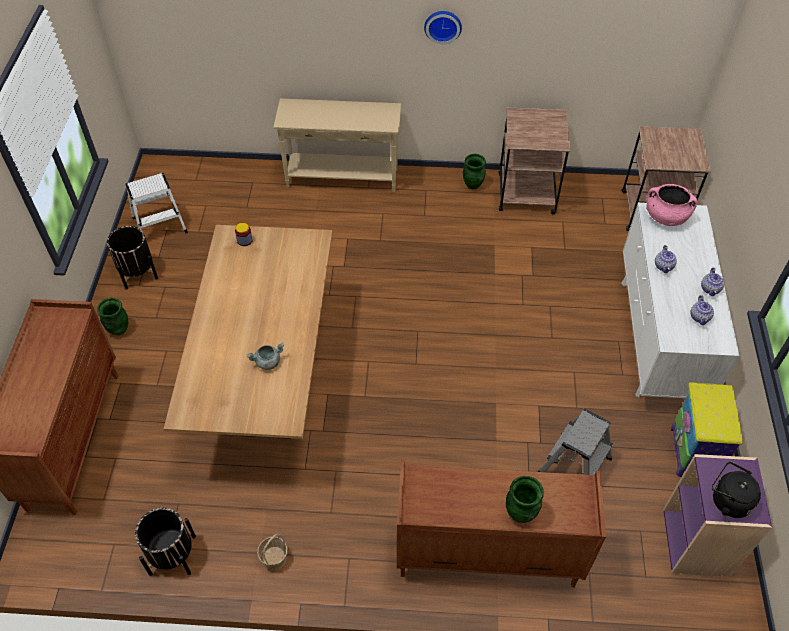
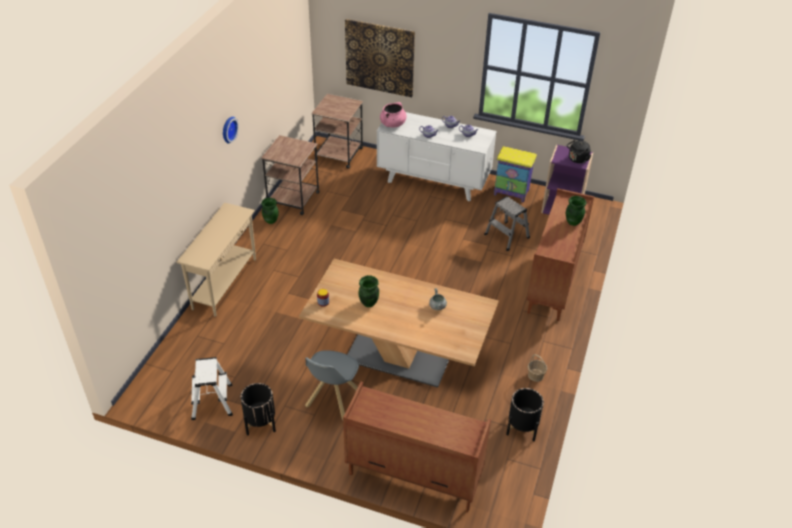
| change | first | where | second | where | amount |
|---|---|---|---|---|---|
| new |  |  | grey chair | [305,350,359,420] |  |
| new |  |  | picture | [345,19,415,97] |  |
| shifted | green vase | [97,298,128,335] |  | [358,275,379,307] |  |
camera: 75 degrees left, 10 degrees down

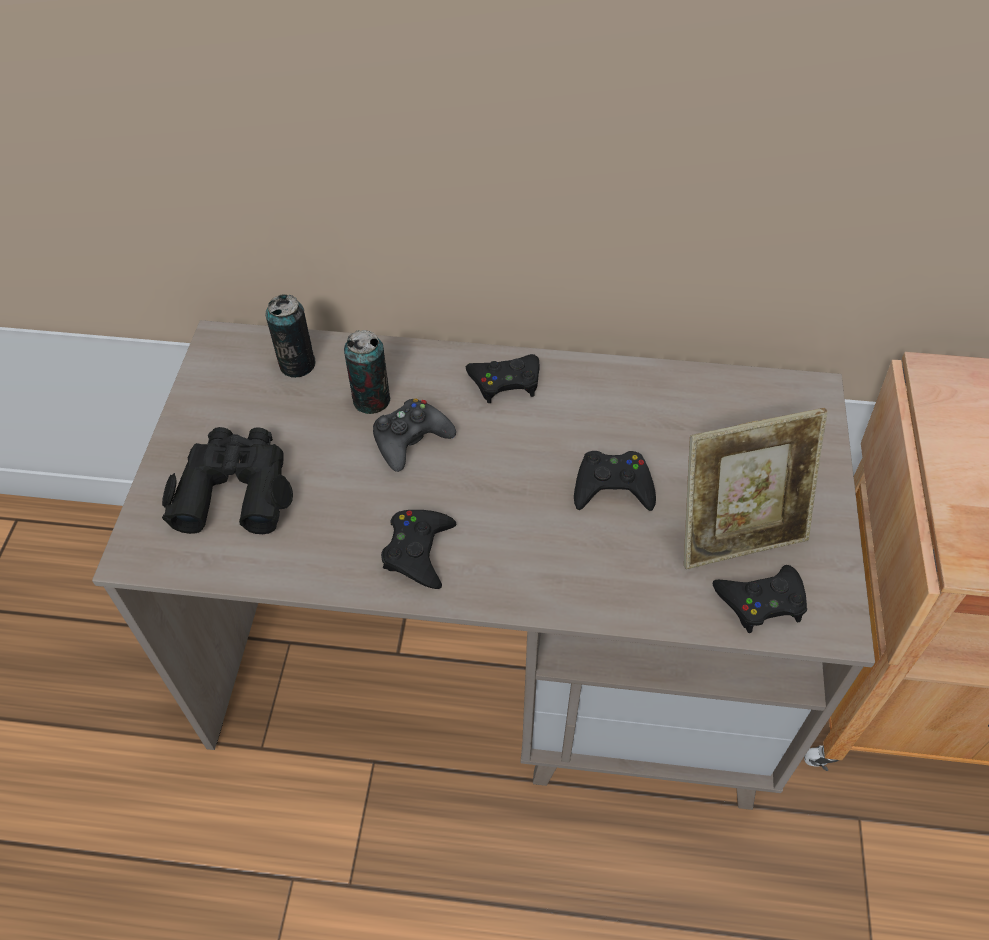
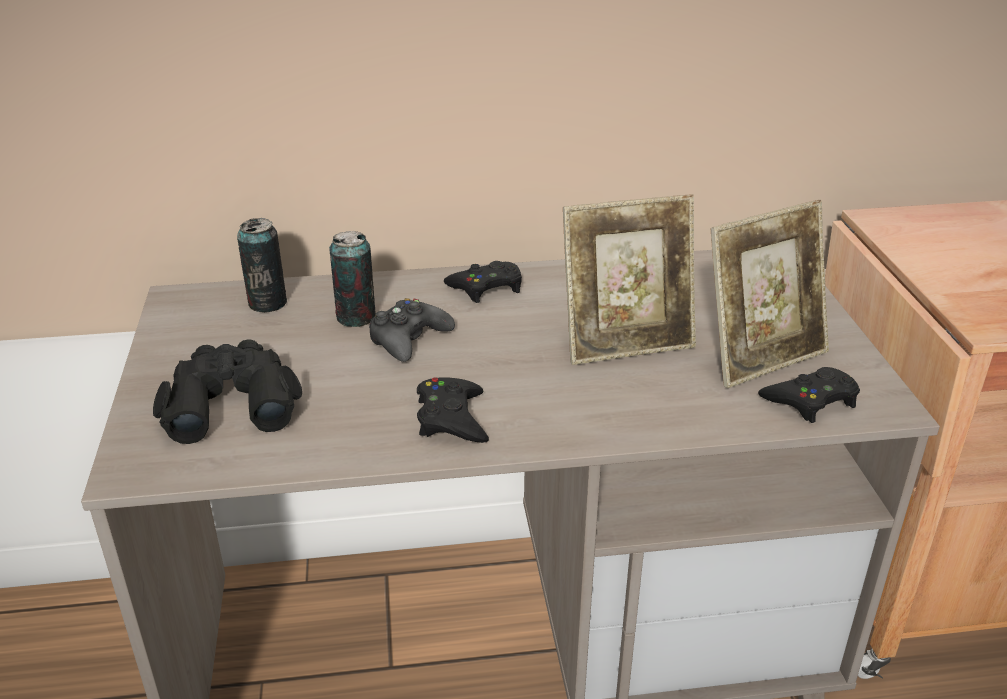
| change | first | where | second | where | amount |
|---|---|---|---|---|---|
| swapped | black game controller | [574,451,656,511] | picture frame | [563,194,696,365] |  |
camera: 15 degrees left, 20 degrees down

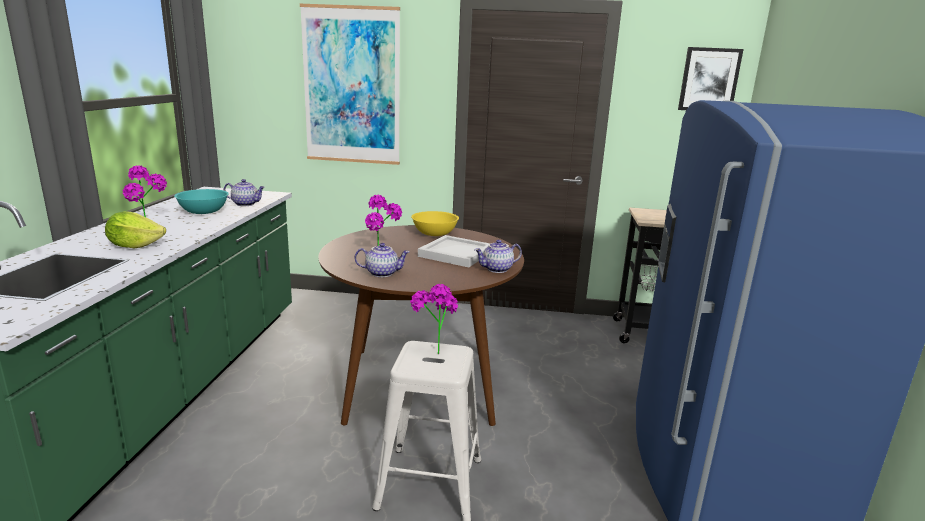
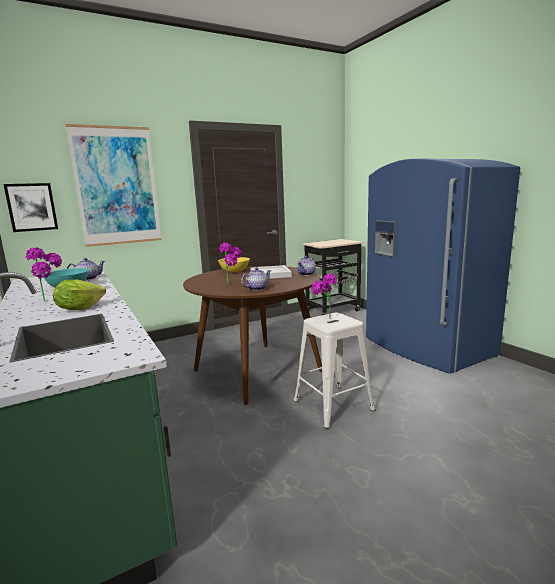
| change | first | where | second | where | amount |
|---|---|---|---|---|---|
| shifted | picture | [678,47,744,110] |  | [3,183,58,232] |  |
camera: 35 degrees left, 5 degrees down

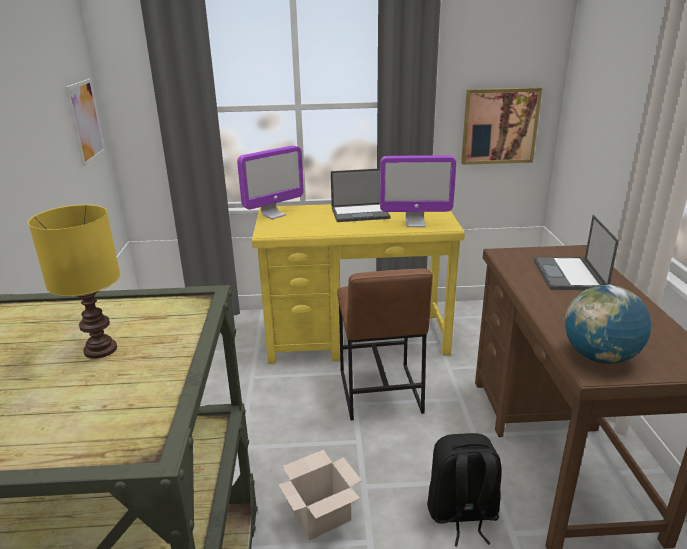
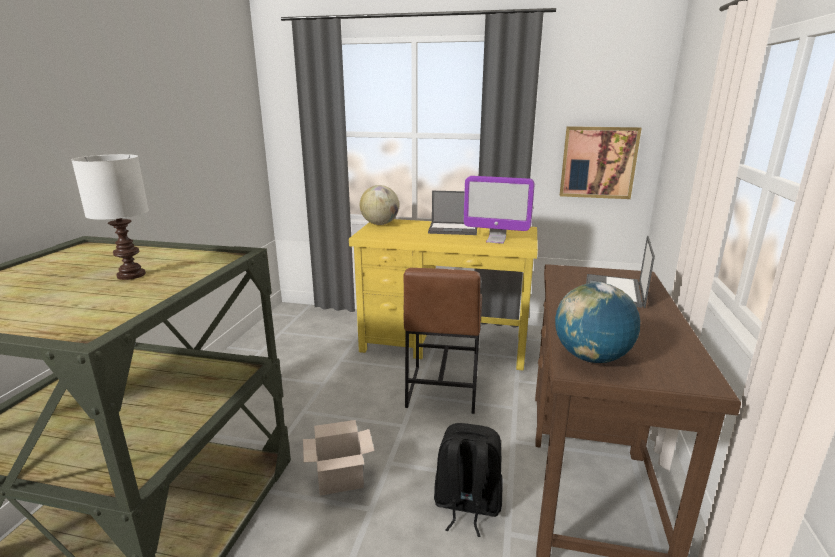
| change | first | where | second | where | amount |
|---|---|---|---|---|---|
| repainted | yellow table lamp | [28,205,120,359] | white table lamp | [71,154,149,280] |  |
| swapped | monitor | [237,145,304,219] | globe | [360,185,399,225] |  |
| gone | picture | [65,79,105,167] |  |  |  |
camera: 15 degrees right, 5 degrees down

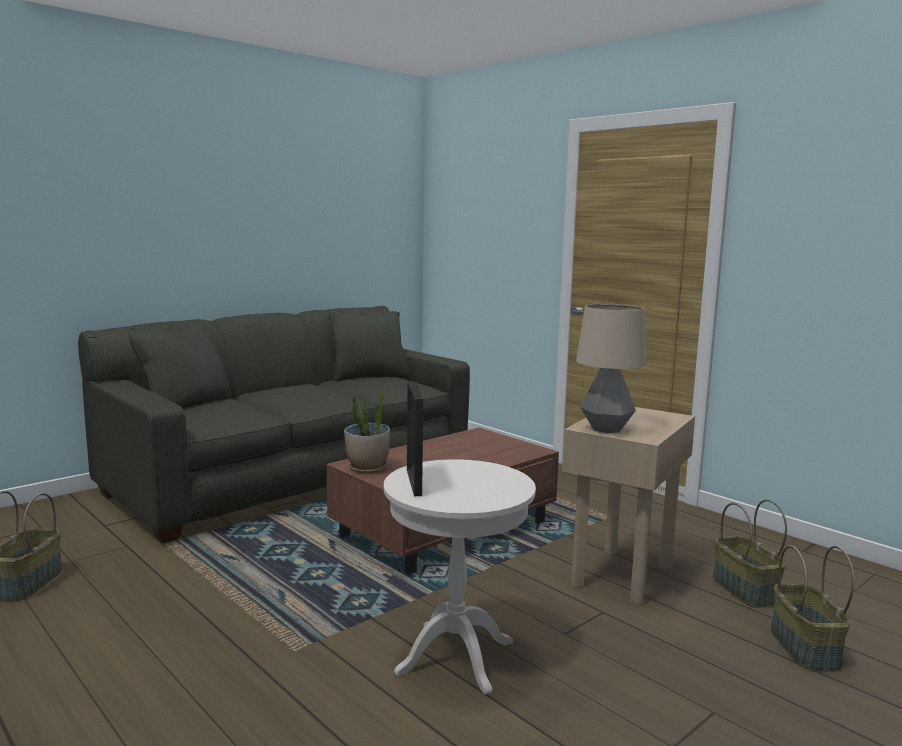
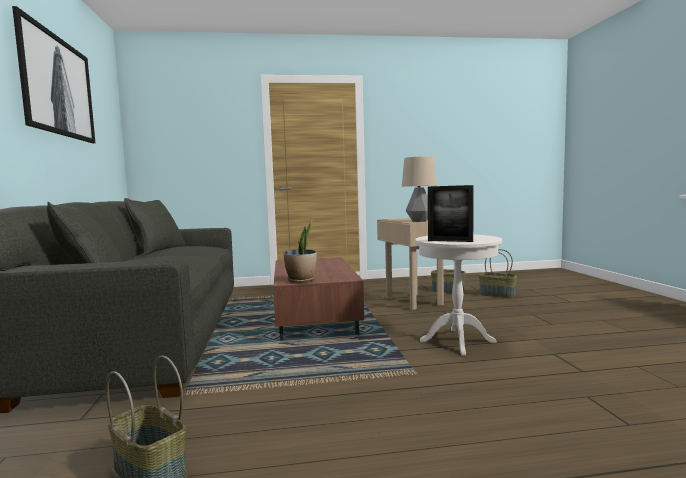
| change | first | where | second | where | amount |
|---|---|---|---|---|---|
| new |  |  | picture | [12,6,95,143] |  |
camera: 55 degrees left, 5 degrees down

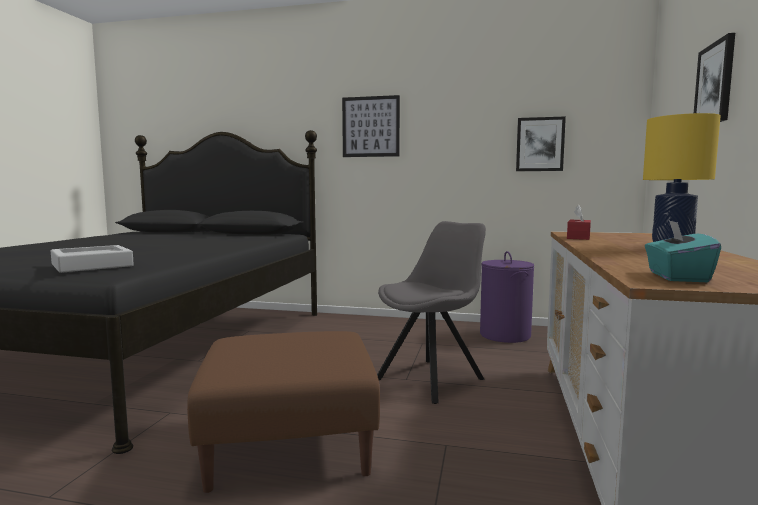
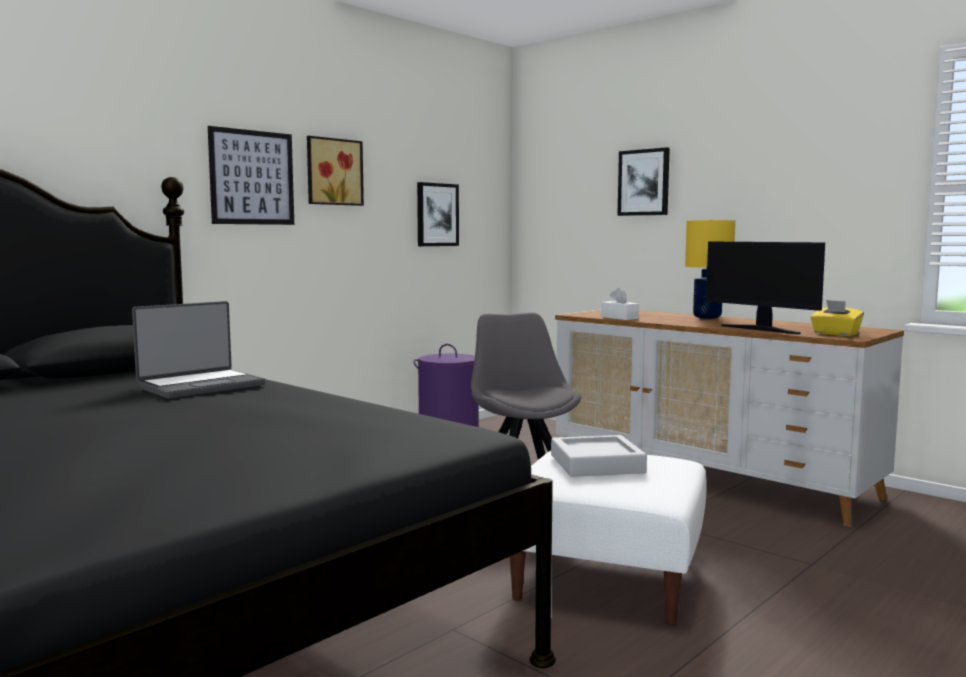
| change | first | where | second | where | amount |
|---|---|---|---|---|---|
| new |  |  | laptop | [132,301,265,399] |  |
| new |  |  | picture | [307,136,364,206] |  |
| repainted | brown ottoman | [187,331,380,493] | white ottoman | [510,451,707,626] |  |
| shifted | grey tray | [51,245,134,273] |  | [551,435,647,477] |  |
| repainted | red tissue box | [567,205,591,240] | white tissue box | [601,288,639,320] |  |
| new |  |  | monitor | [706,241,825,334] |  |
| repainted | turquoise tissue box | [645,220,721,282] | yellow tissue box | [810,300,864,336] |  |
camera: 60 degrees left, 0 degrees up

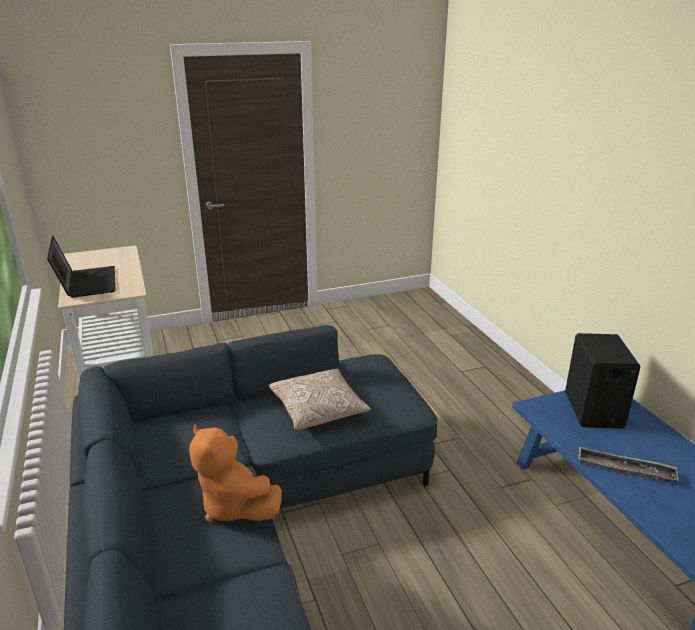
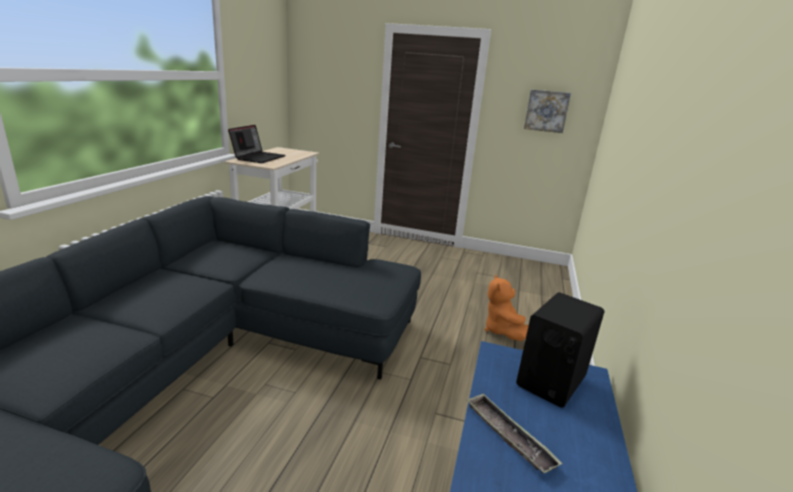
| change | first | where | second | where | amount |
|---|---|---|---|---|---|
| shifted | orange plush toy | [189,424,282,522] |  | [485,275,529,341] |  |
| new |  |  | picture | [524,90,571,133] |  |
| gone | pillow | [268,369,371,430] |  |  |  |
camera: 35 degrees right, 5 degrees down

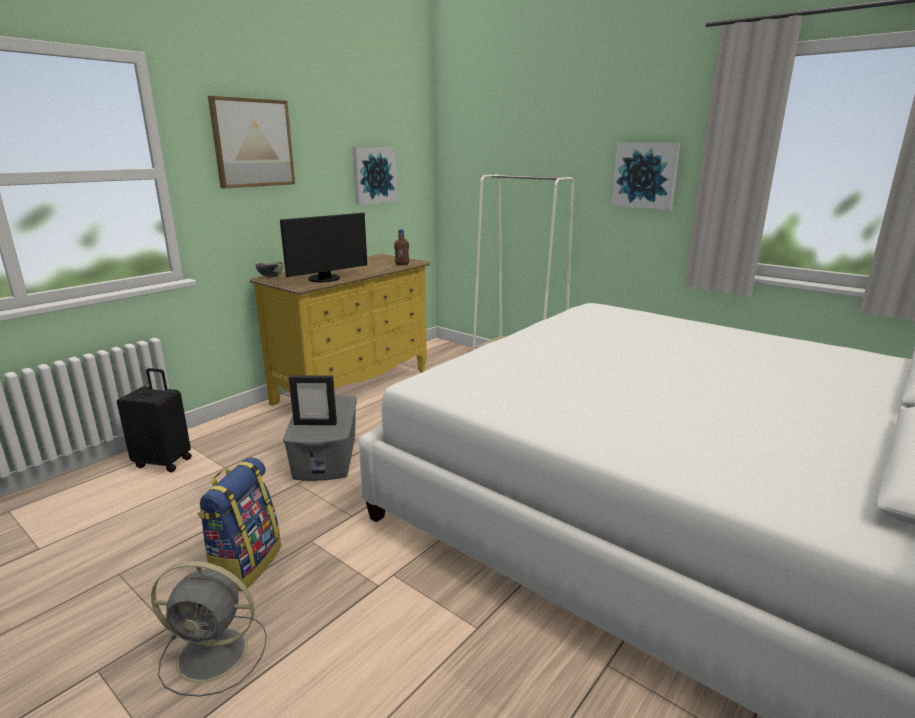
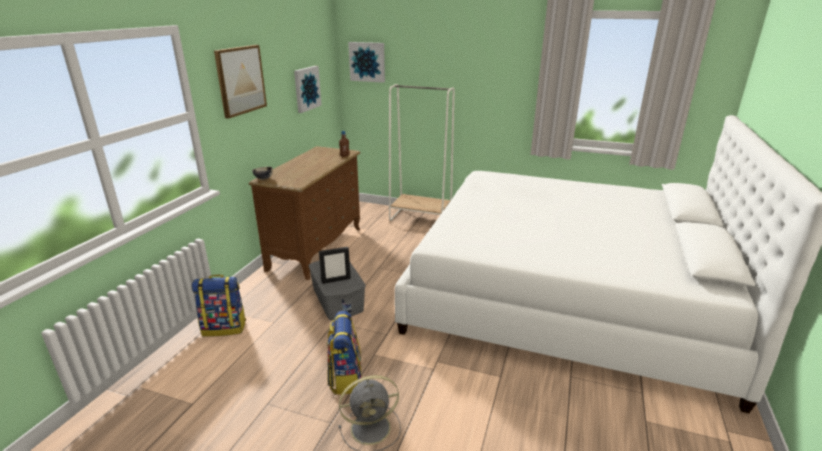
| change | first | where | second | where | amount |
|---|---|---|---|---|---|
| swapped | black suitcase | [117,368,192,472] | backpack | [191,275,246,337] |  |
| repainted | yellow dresser | [250,254,430,406] | brown dresser | [249,146,361,280] |  |
| shifted | picture | [611,143,680,210] |  | [348,42,385,83] |  |
| gone | monitor | [280,213,367,282] |  |  |  |
camera: 20 degrees left, 5 degrees up

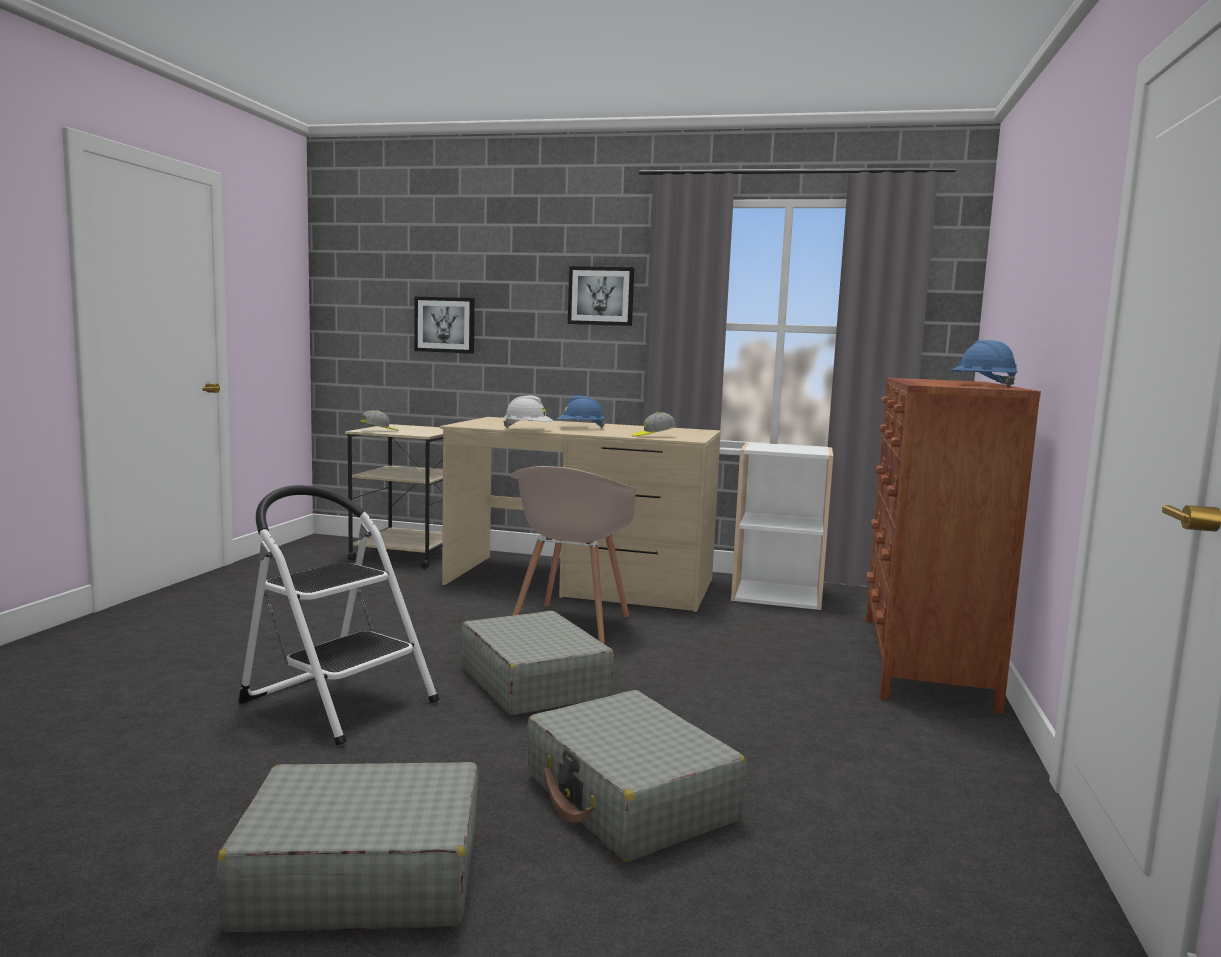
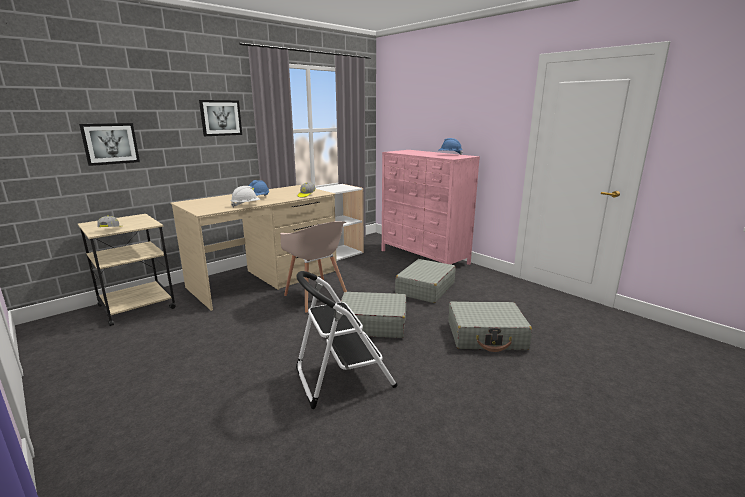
| change | first | where | second | where | amount |
|---|---|---|---|---|---|
| repainted | brown dresser | [866,378,1041,714] | pink dresser | [382,150,480,265] |  |
| shifted | grey suitcase | [217,762,478,932] |  | [395,259,456,303] |  |
camera: 55 degrees left, 10 degrees up

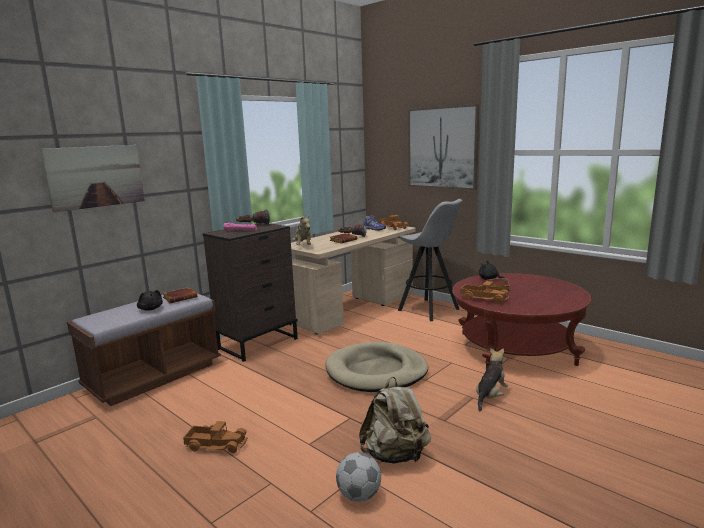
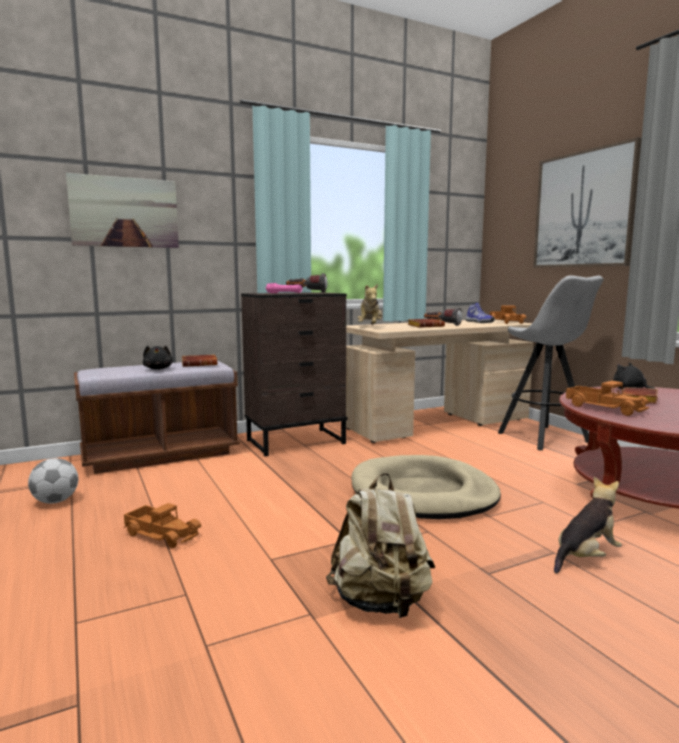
| change | first | where | second | where | amount |
|---|---|---|---|---|---|
| shifted | football | [336,452,381,502] |  | [28,458,79,504] |  |
camera: 20 degrees right, 5 degrees down

